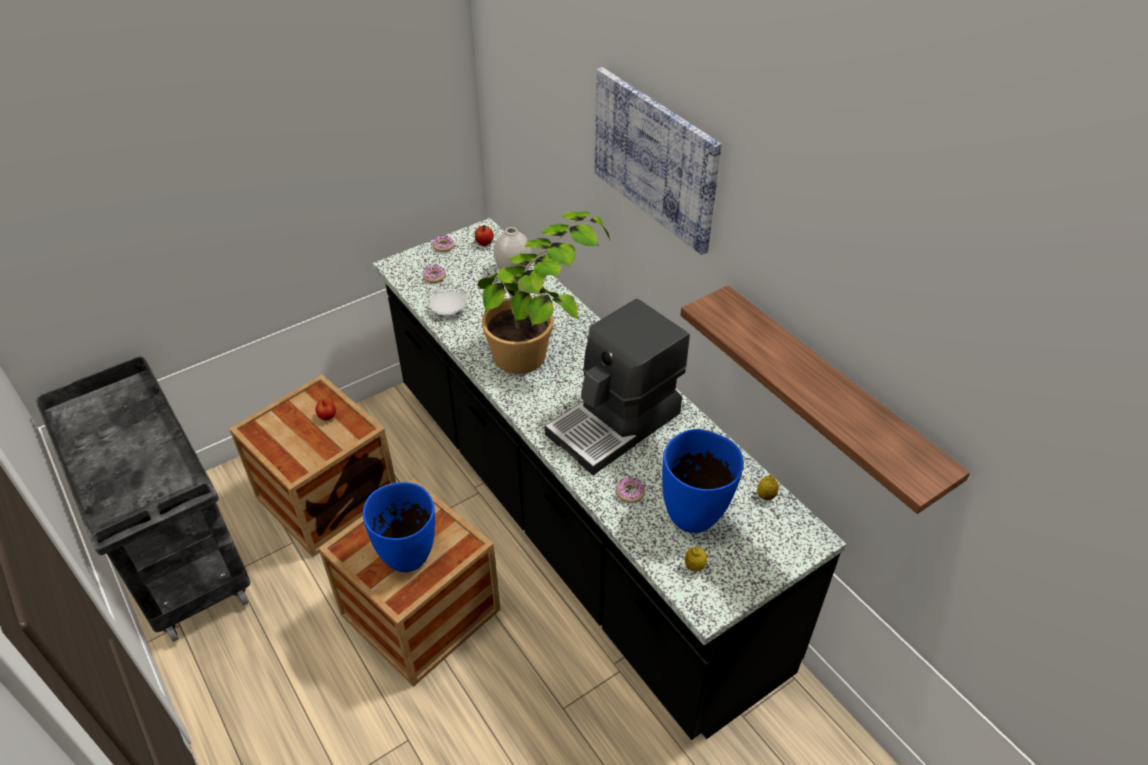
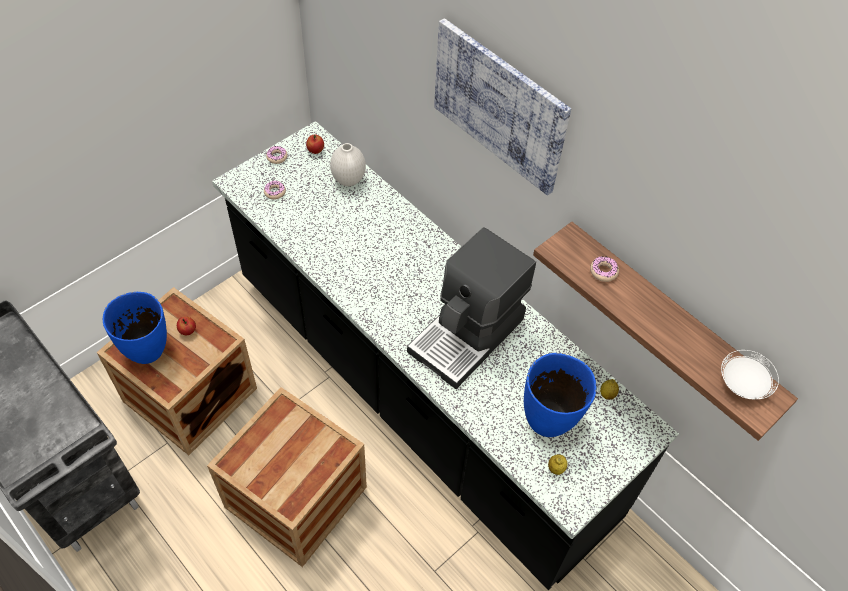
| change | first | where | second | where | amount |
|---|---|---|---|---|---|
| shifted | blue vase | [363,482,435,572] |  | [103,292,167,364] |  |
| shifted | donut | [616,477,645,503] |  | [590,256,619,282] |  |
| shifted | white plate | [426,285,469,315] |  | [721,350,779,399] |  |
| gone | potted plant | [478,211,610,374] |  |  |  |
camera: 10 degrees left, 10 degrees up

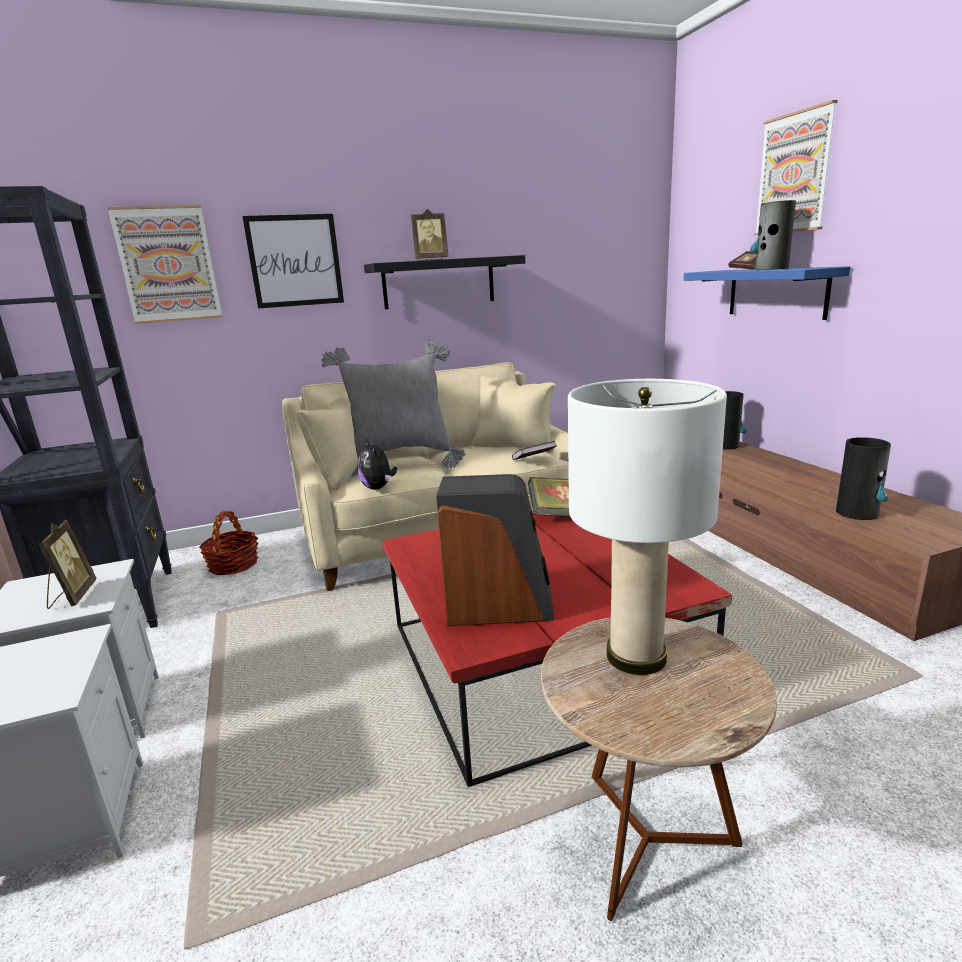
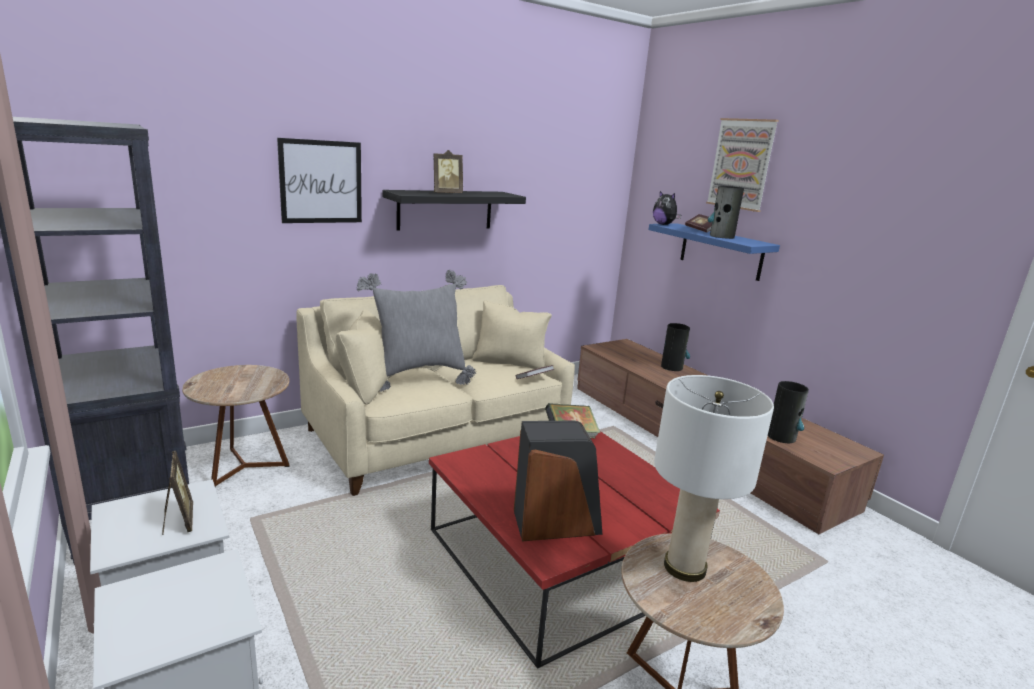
| change | first | where | second | where | amount |
|---|---|---|---|---|---|
| swapped | basket | [200,511,259,575] | brown side table | [182,365,289,487] |  |
| shifted | plush toy | [358,440,397,490] |  | [653,191,681,225] |  |
| gone | picture | [107,205,222,324] |  |  |  |
camera: 15 degrees left, 0 degrees up

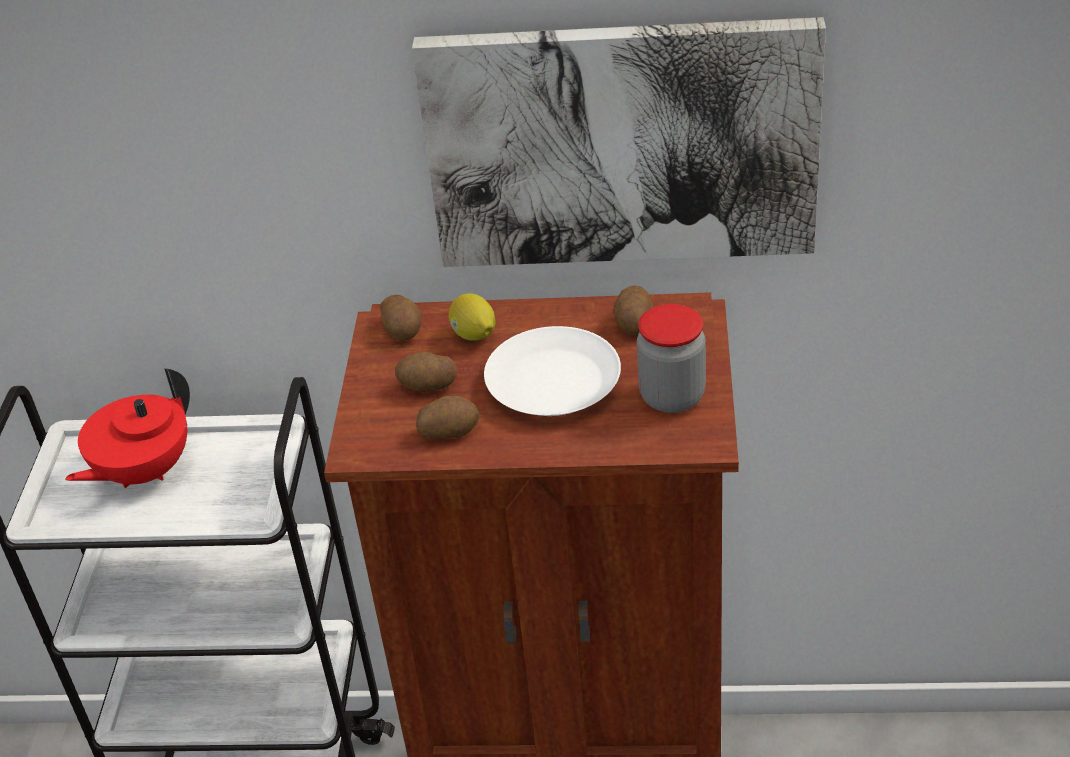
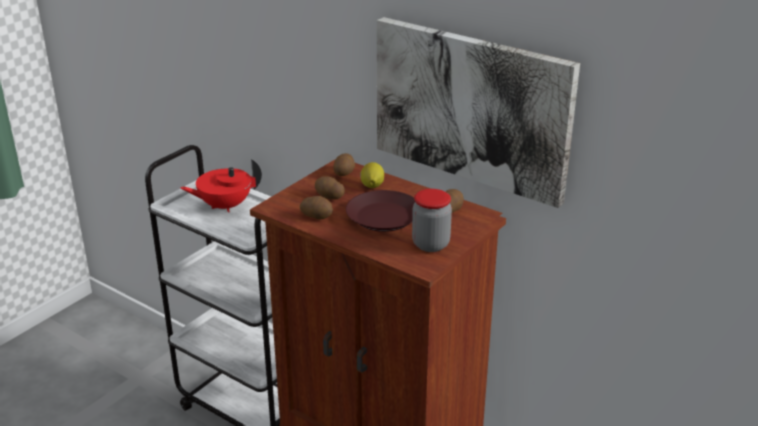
| change | first | where | second | where | amount |
|---|---|---|---|---|---|
| repainted | white plate | [484,326,621,416] | brown plate | [346,190,415,232] |  |
camera: 30 degrees right, 10 degrees down

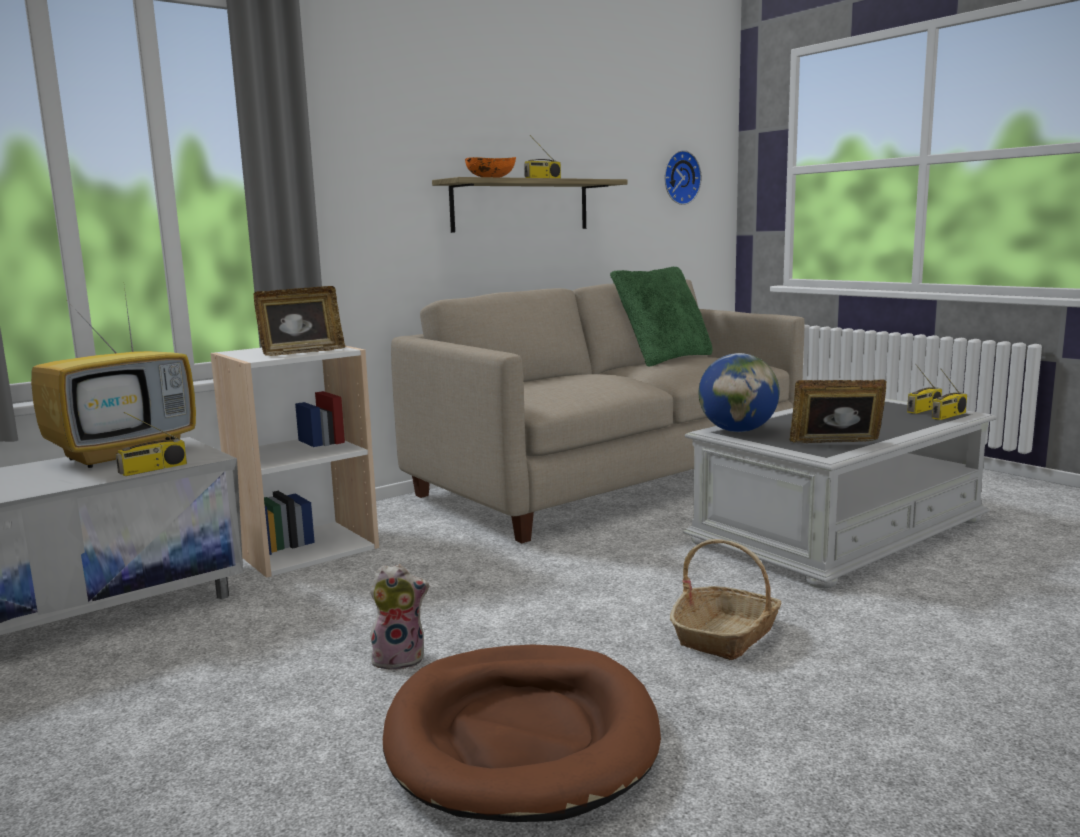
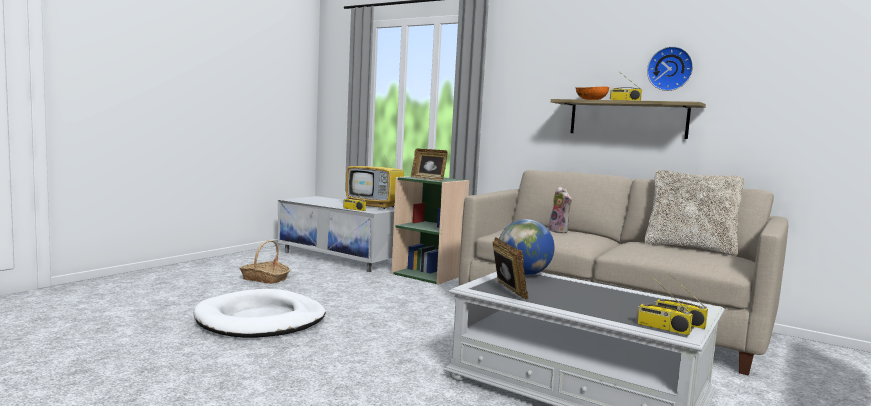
| change | first | where | second | where | amount |
|---|---|---|---|---|---|
| repainted | brown dog bed | [383,645,661,822] | white dog bed | [193,289,326,338] |  |
| shifted | basket | [670,539,781,660] |  | [239,240,290,284] |  |
| repainted | white bookcase | [210,346,379,578] | green bookcase | [391,176,469,285] |  |
| shifted | plush toy | [370,565,430,670] |  | [548,187,572,233] |  |
| repainted | green pillow | [610,267,712,367] | beige pillow | [644,170,744,256] |  |
| shifted | wall clock | [664,150,702,205] |  | [647,46,693,91] |  |
camera: 70 degrees right, 5 degrees down

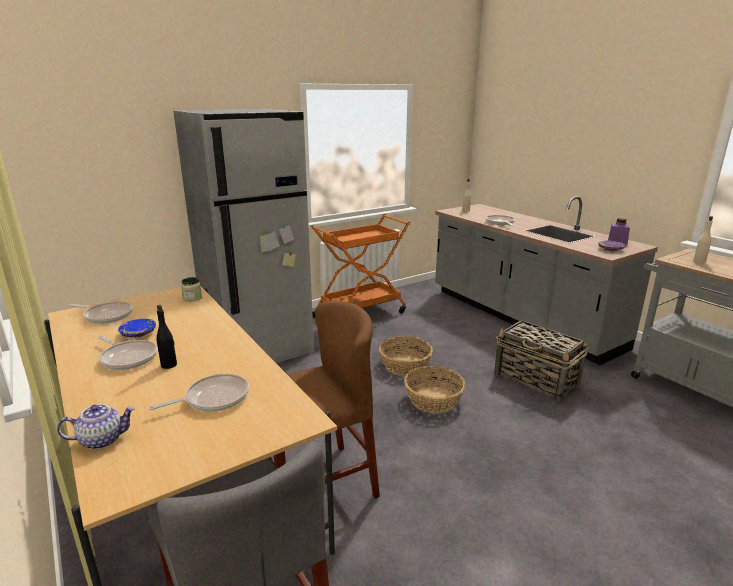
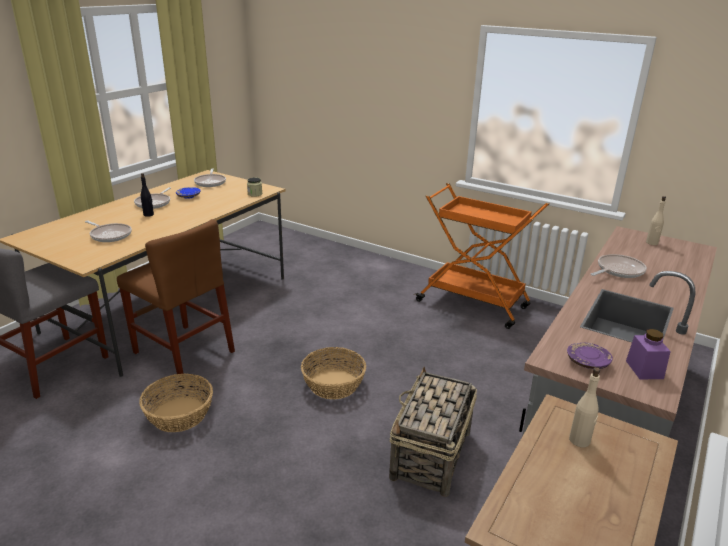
| change | first | where | second | where | amount |
|---|---|---|---|---|---|
| shifted | basket | [379,336,433,375] |  | [139,374,213,432] |  |
| gone | teapot | [57,404,135,450] |  |  |  |
| gone | grey fridge | [173,109,314,363] |  |  |  |
camera: 65 degrees right, 5 degrees up

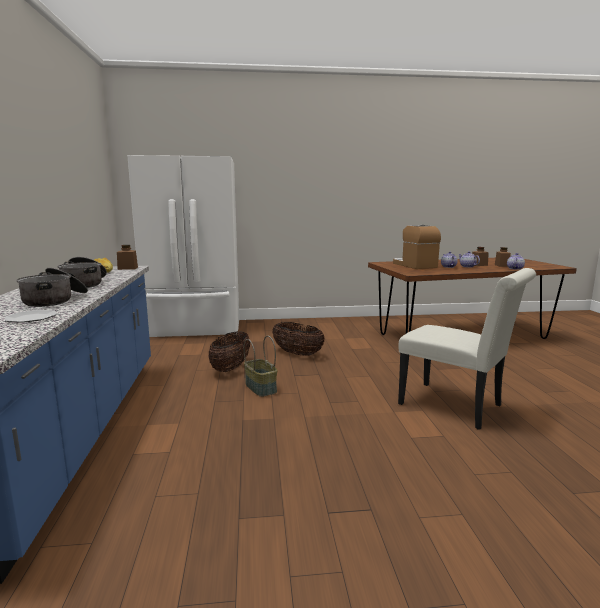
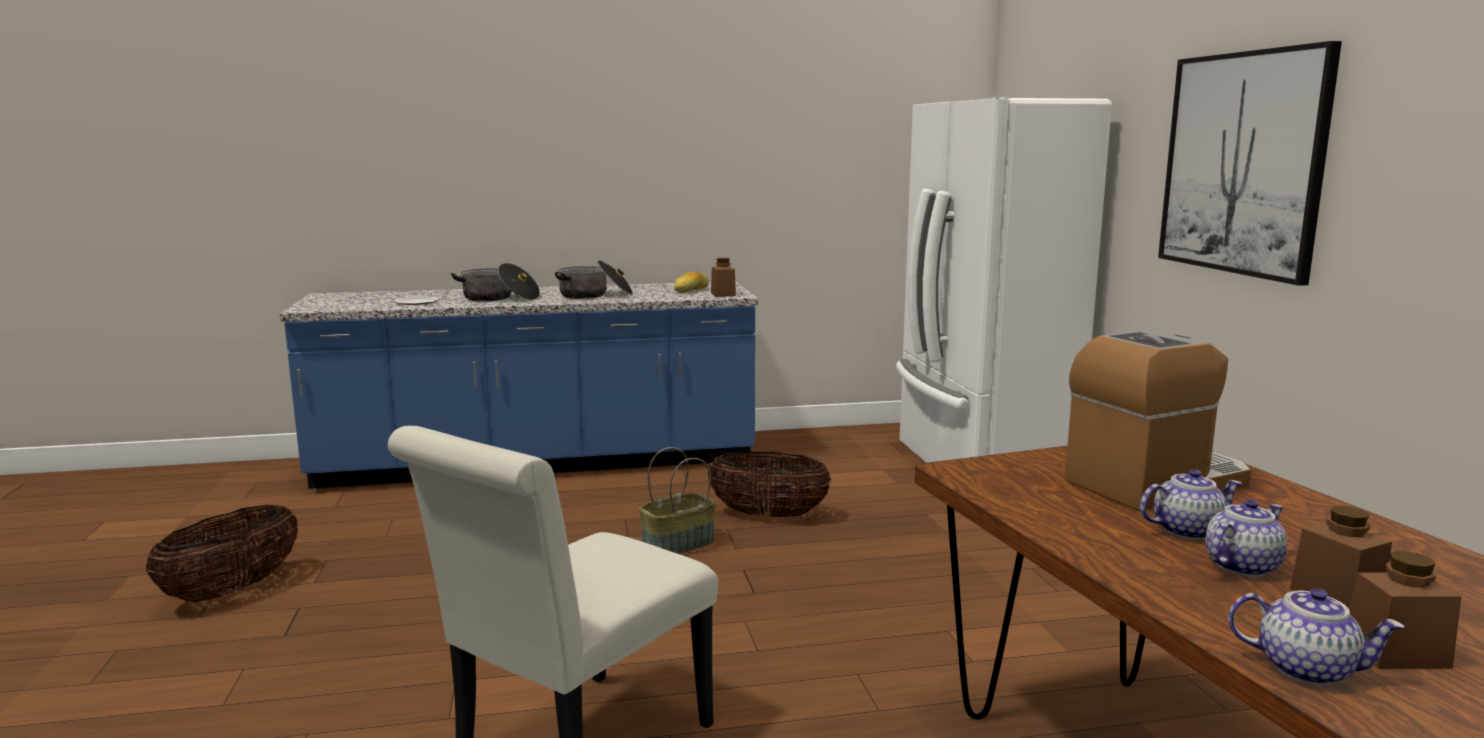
| change | first | where | second | where | amount |
|---|---|---|---|---|---|
| shifted | basket | [272,322,325,356] |  | [146,505,298,602] |  |
| new |  |  | picture | [1158,41,1342,286] |  |
camera: 85 degrees right, 0 degrees up

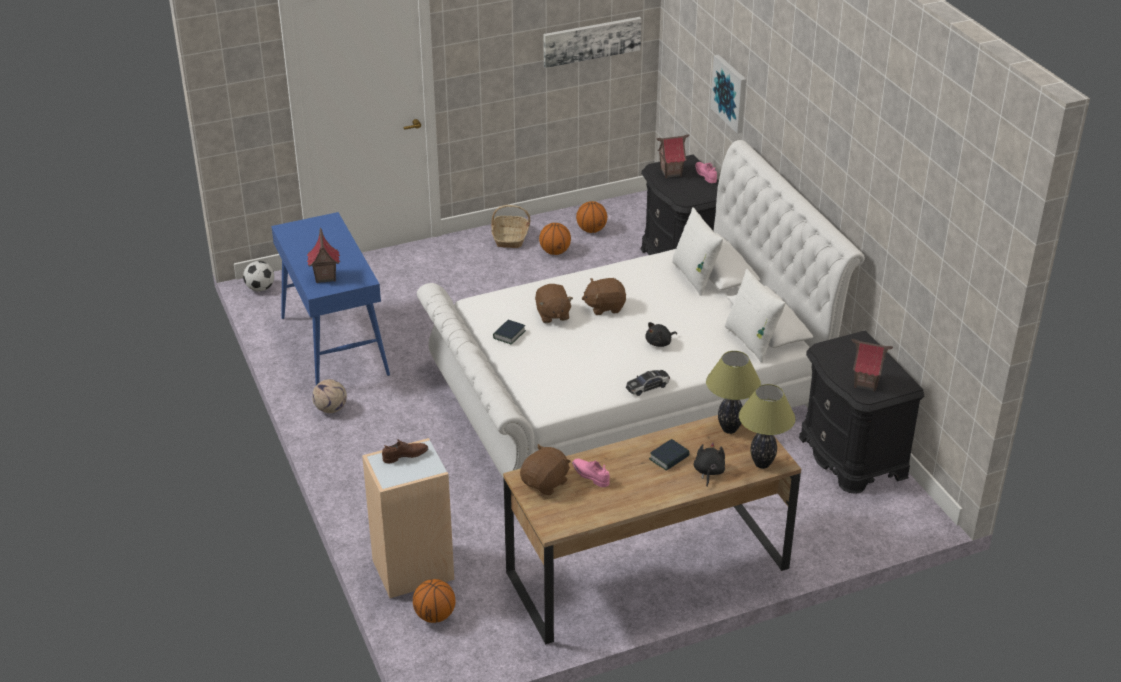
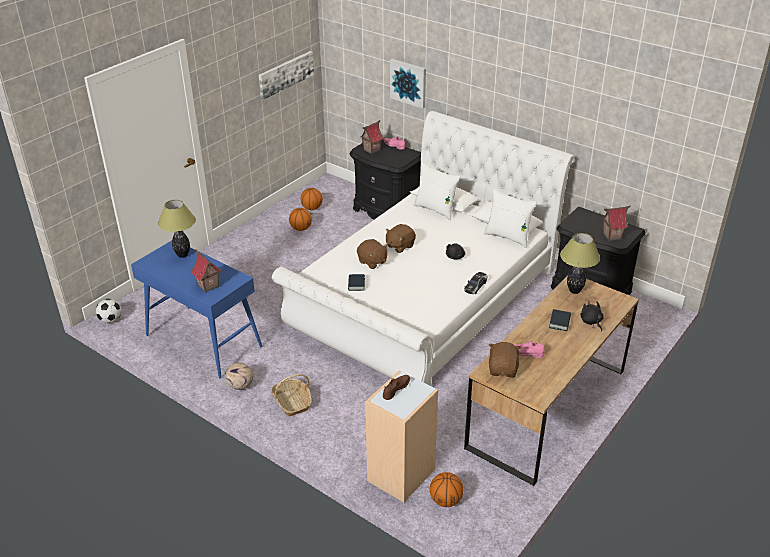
| change | first | where | second | where | amount |
|---|---|---|---|---|---|
| shifted | table lamp | [739,384,796,469] |  | [158,200,196,258] |  |
| shifted | basket | [491,205,530,248] |  | [271,374,312,416] |  |
camera: 30 degrees left, 0 degrees up

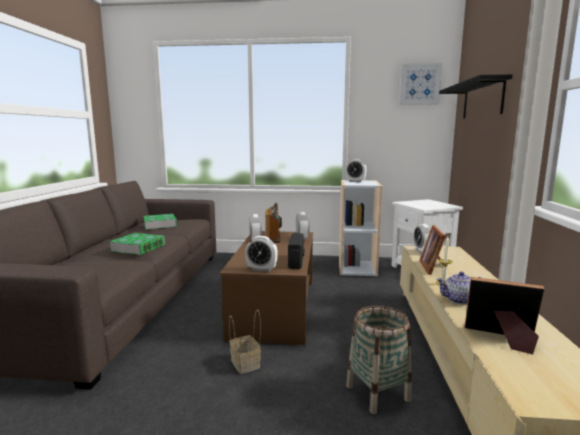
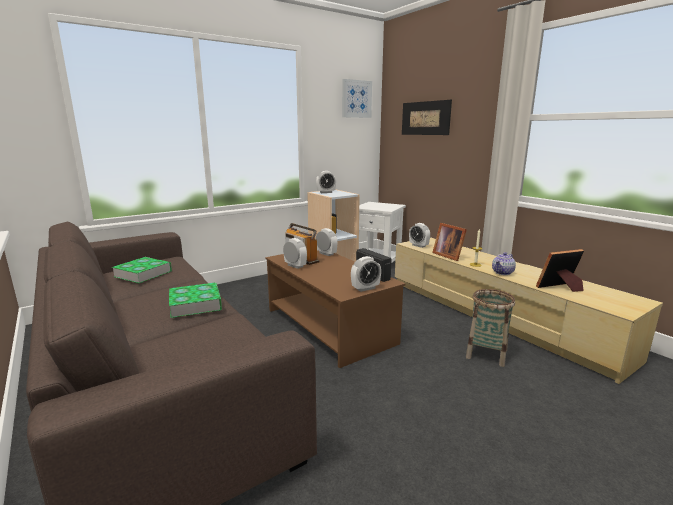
| change | first | where | second | where | amount |
|---|---|---|---|---|---|
| swapped | black shelf | [439,74,513,119] | picture | [402,100,452,135] |  |
| gone | basket | [229,310,261,374] |  |  |  |
camera: 40 degrees left, 5 degrees up

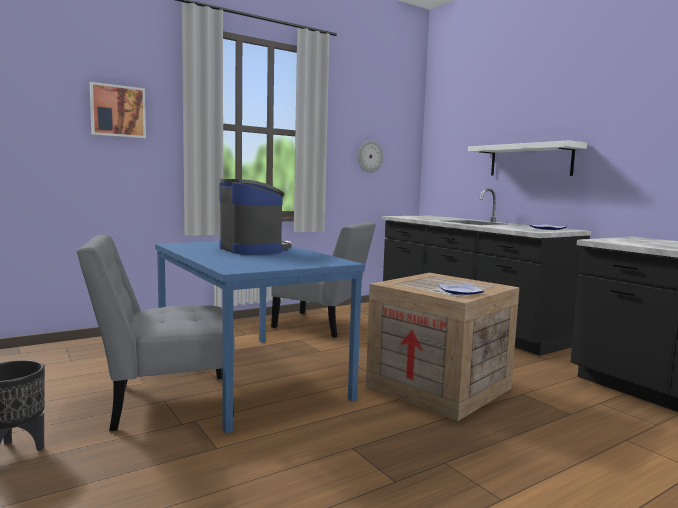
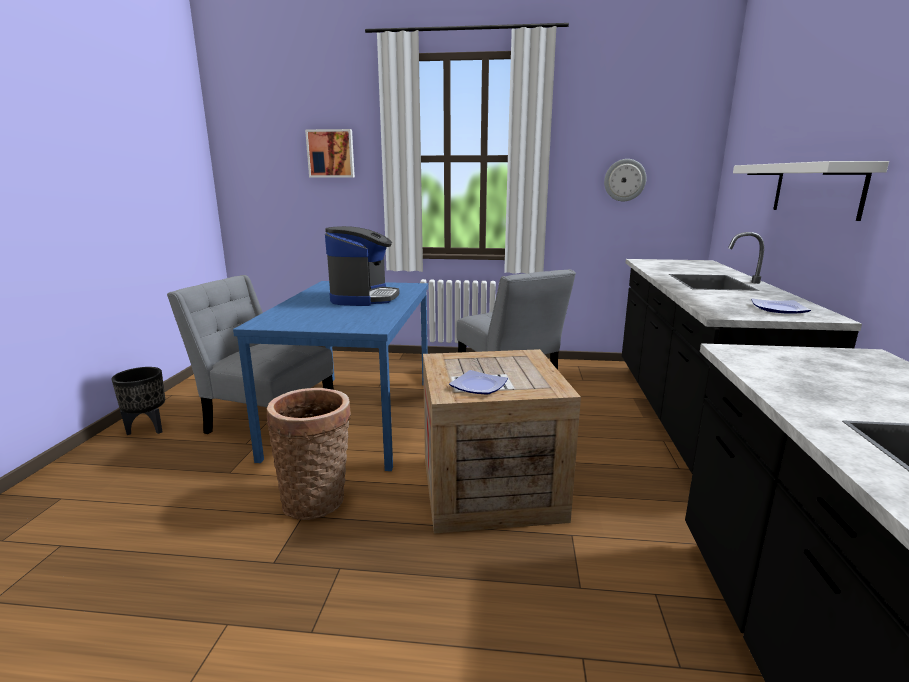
| change | first | where | second | where | amount |
|---|---|---|---|---|---|
| new |  |  | basket | [266,388,351,520] |  |
camera: 40 degrees right, 10 degrees up

